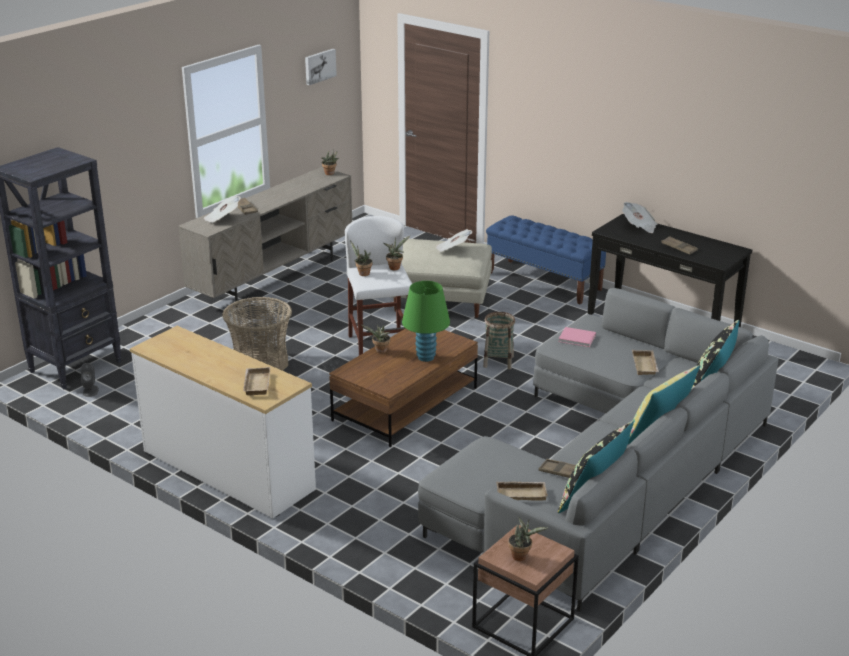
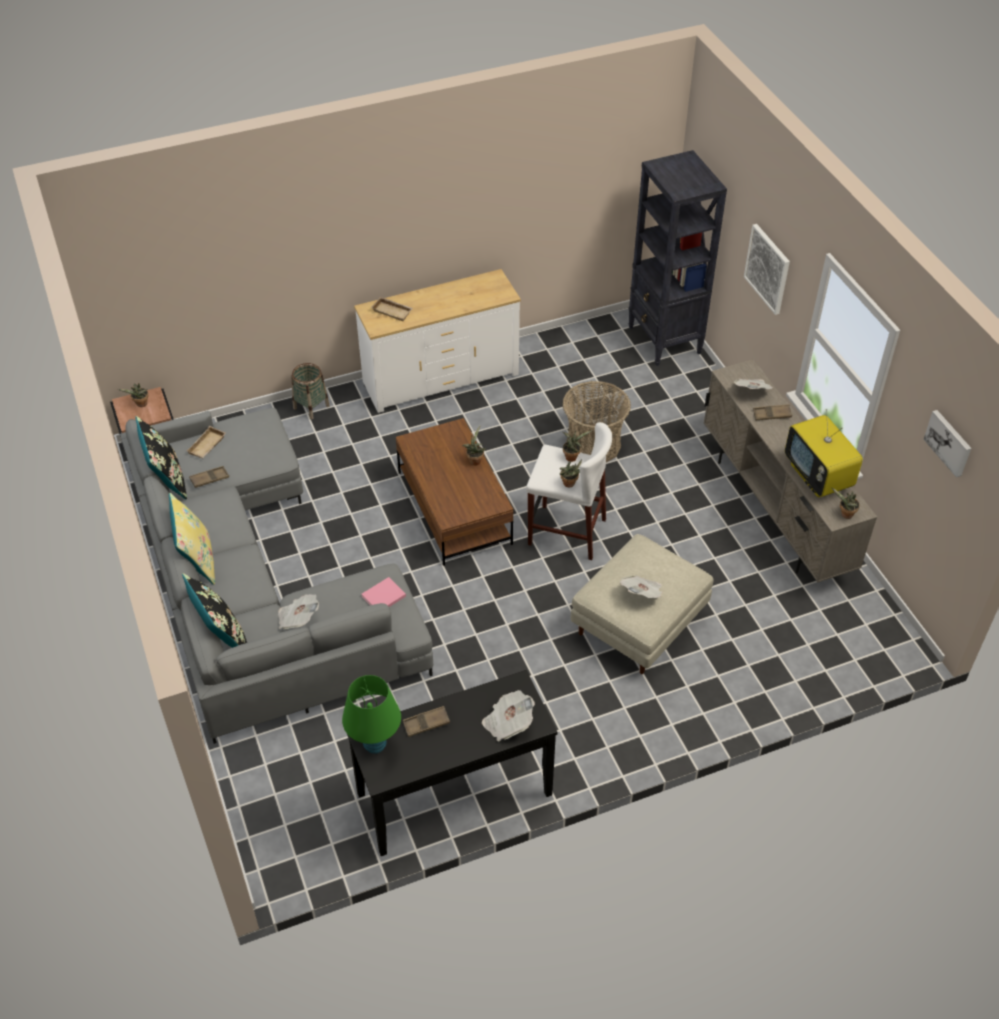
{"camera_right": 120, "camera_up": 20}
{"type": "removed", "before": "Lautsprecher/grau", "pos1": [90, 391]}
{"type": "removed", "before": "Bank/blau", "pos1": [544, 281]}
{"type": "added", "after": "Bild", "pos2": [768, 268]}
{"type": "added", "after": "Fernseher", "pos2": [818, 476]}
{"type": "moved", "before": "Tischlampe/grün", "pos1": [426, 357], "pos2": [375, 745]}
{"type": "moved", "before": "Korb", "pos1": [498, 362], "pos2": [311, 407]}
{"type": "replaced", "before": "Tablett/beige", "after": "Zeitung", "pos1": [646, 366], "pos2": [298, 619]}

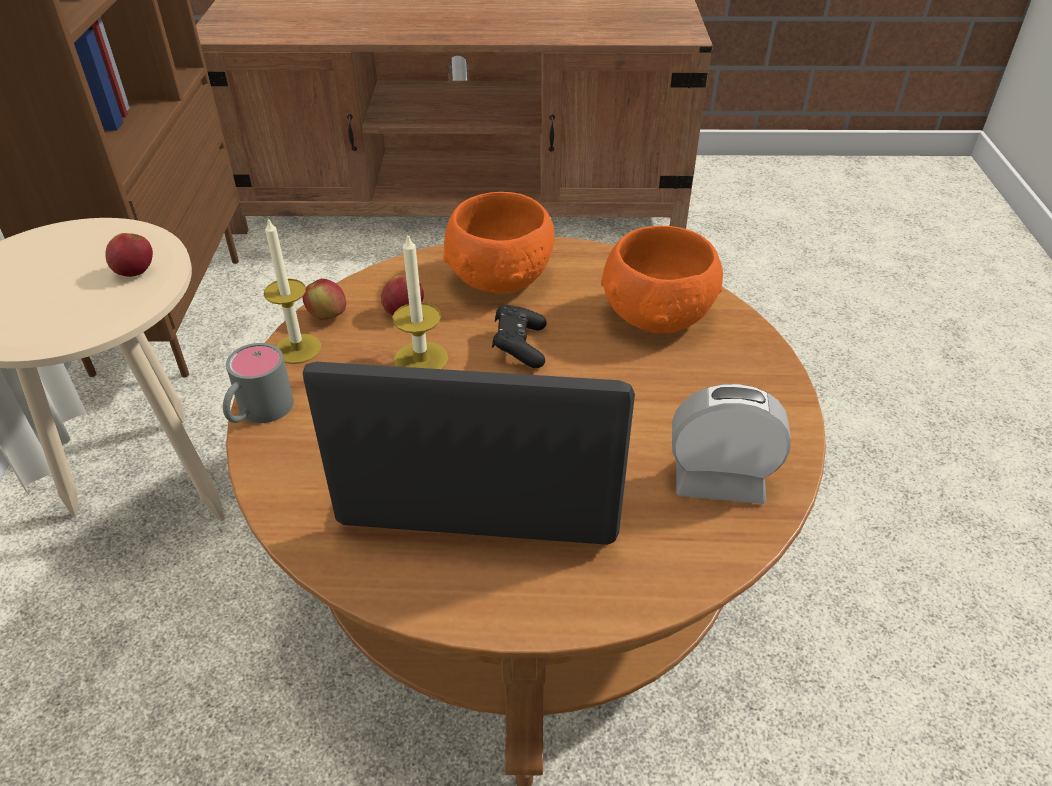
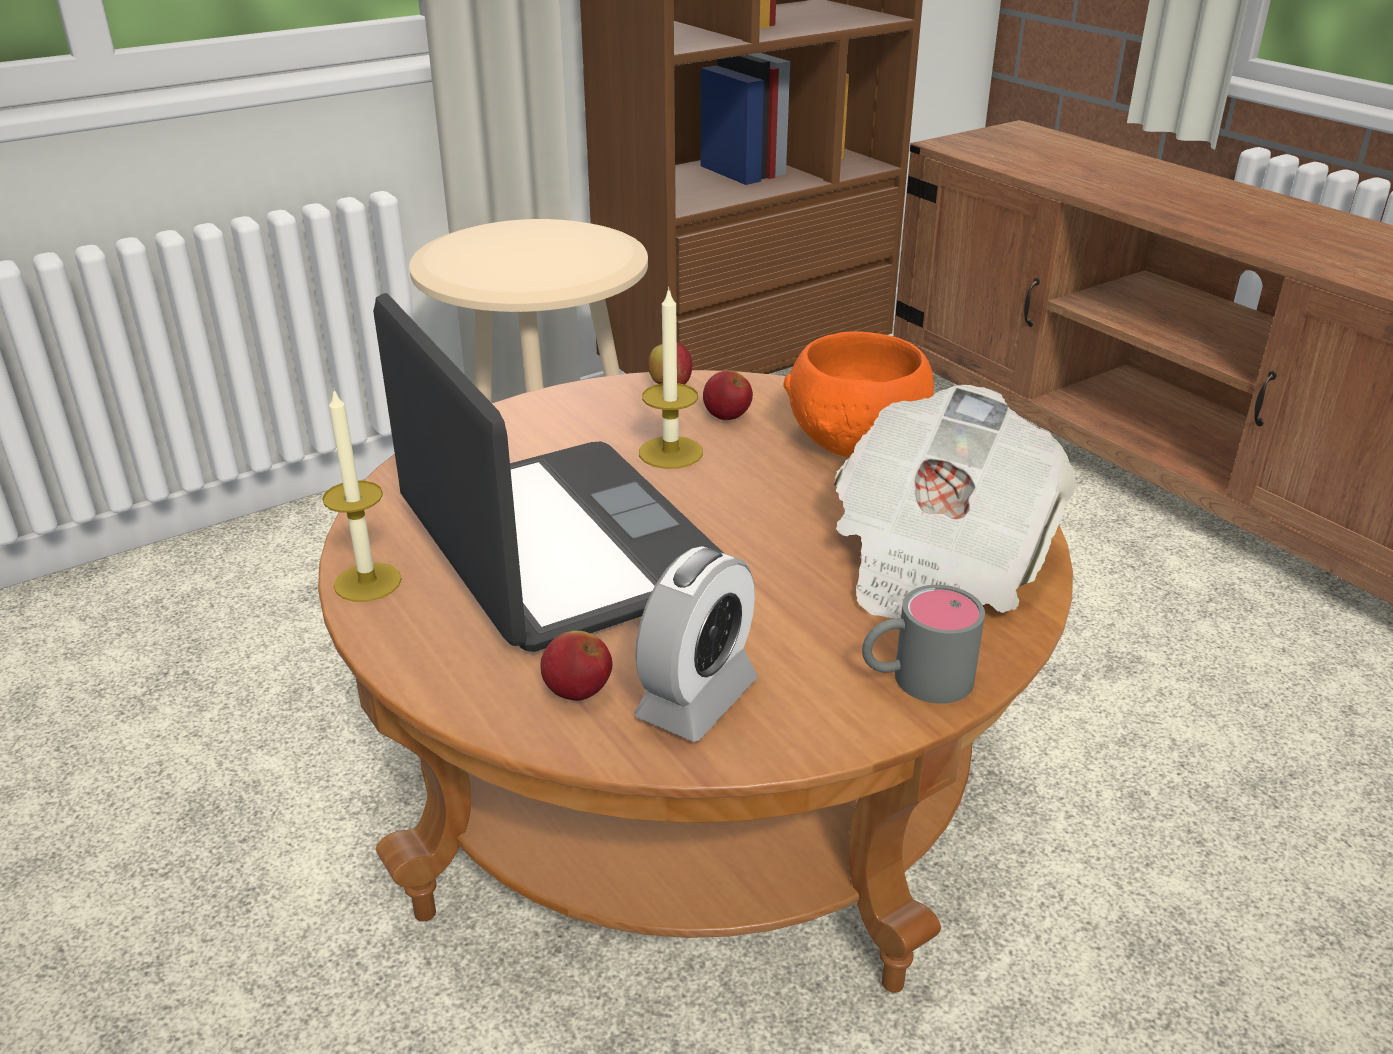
{"camera_right": 55, "camera_up": -10}
{"type": "removed", "before": "Gamepad/schwarz", "pos1": [519, 346]}
{"type": "moved", "before": "Apfel", "pos1": [135, 272], "pos2": [578, 692]}
{"type": "moved", "before": "Henkelbecher/grau", "pos1": [258, 412], "pos2": [915, 679]}
{"type": "moved", "before": "Kerze", "pos1": [298, 348], "pos2": [367, 582]}
{"type": "replaced", "before": "Schüssel/orange", "after": "Zeitung", "pos1": [658, 316], "pos2": [937, 559]}
{"type": "turned", "before": "Wecker", "pos1": [719, 482], "pos2": [697, 699], "turn": 60}

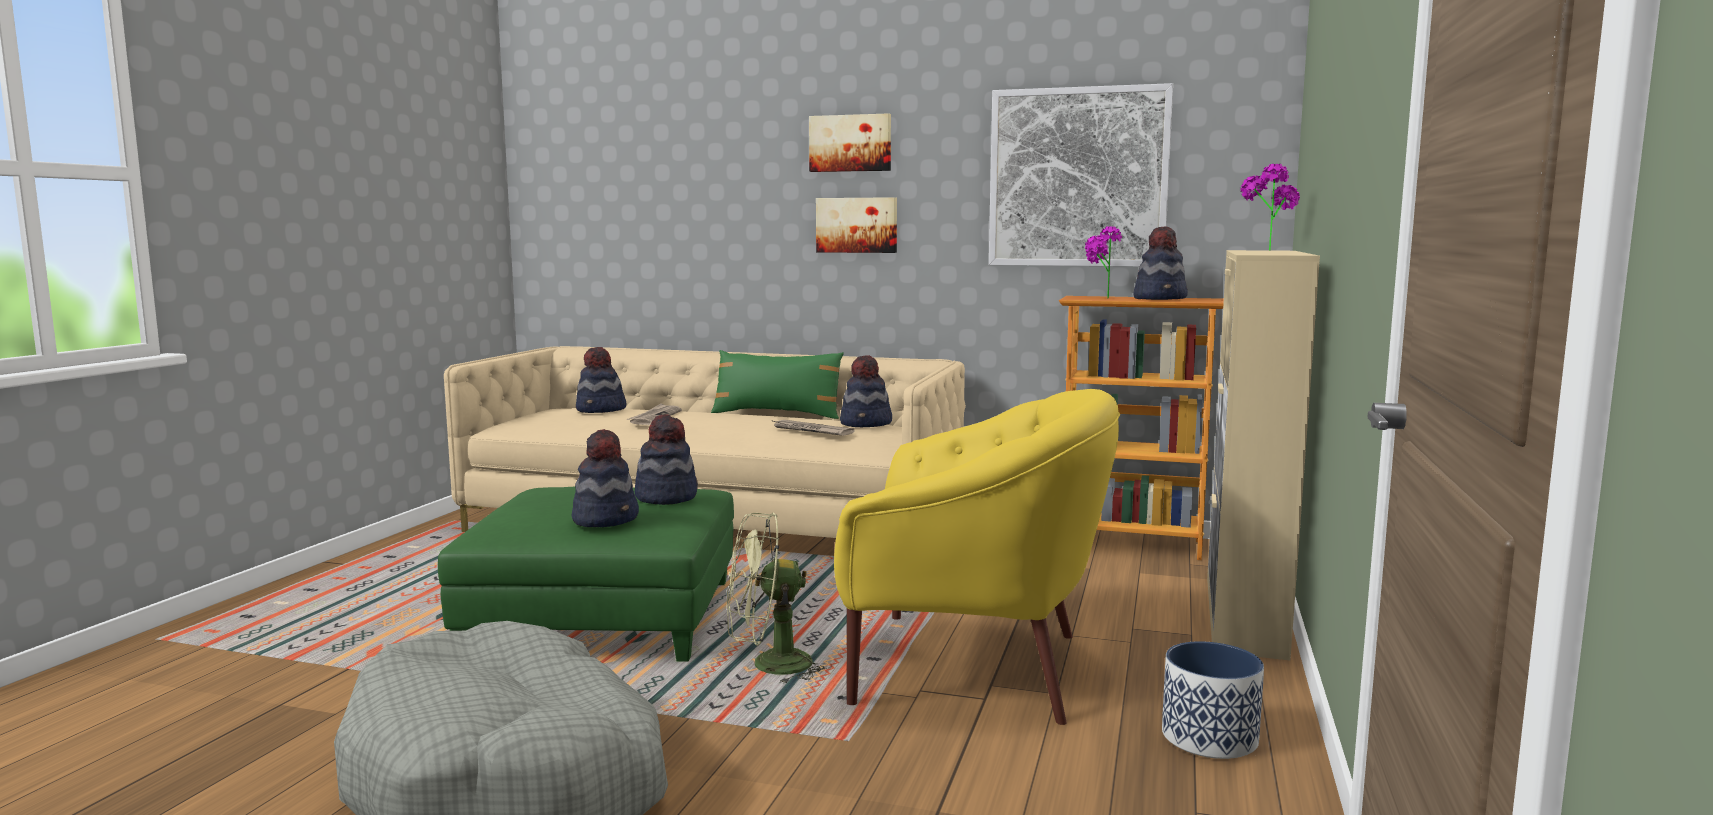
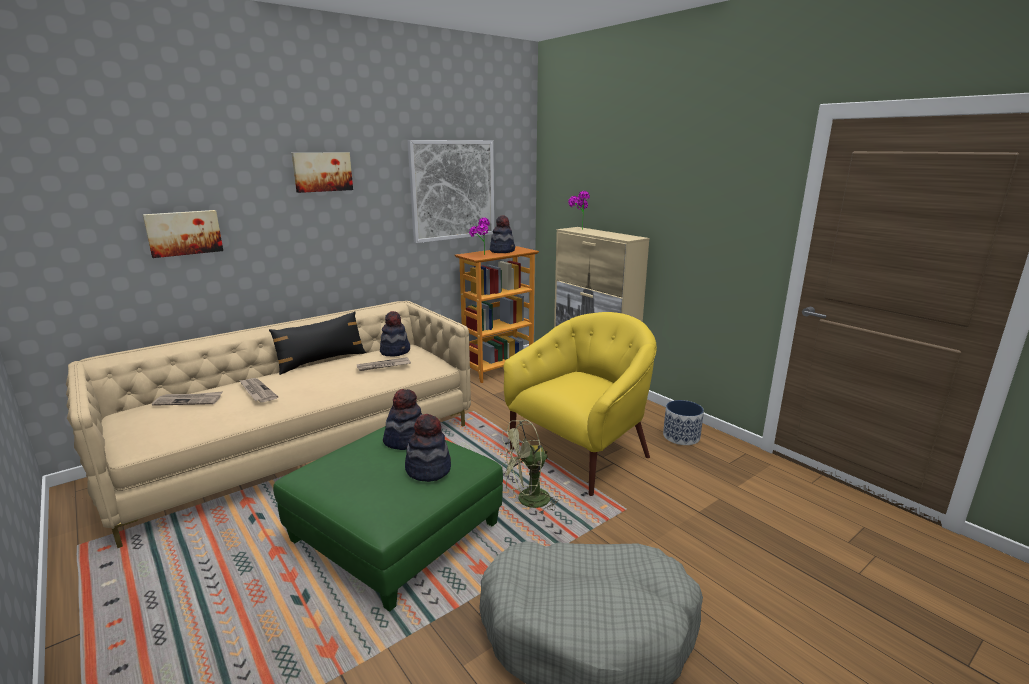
{"camera_right": -55, "camera_up": 10}
{"type": "moved", "before": "Bild", "pos1": [857, 225], "pos2": [184, 233]}
{"type": "replaced", "before": "Hut", "after": "Zeitung", "pos1": [601, 410], "pos2": [189, 400]}
{"type": "recoloured", "before": "Kissen/grün", "after": "Kissen/schwarz", "pos1": [777, 414], "pos2": [321, 361]}
{"type": "turned", "before": "Ventilator/grün", "pos1": [769, 666], "pos2": [527, 501], "turn": 45}

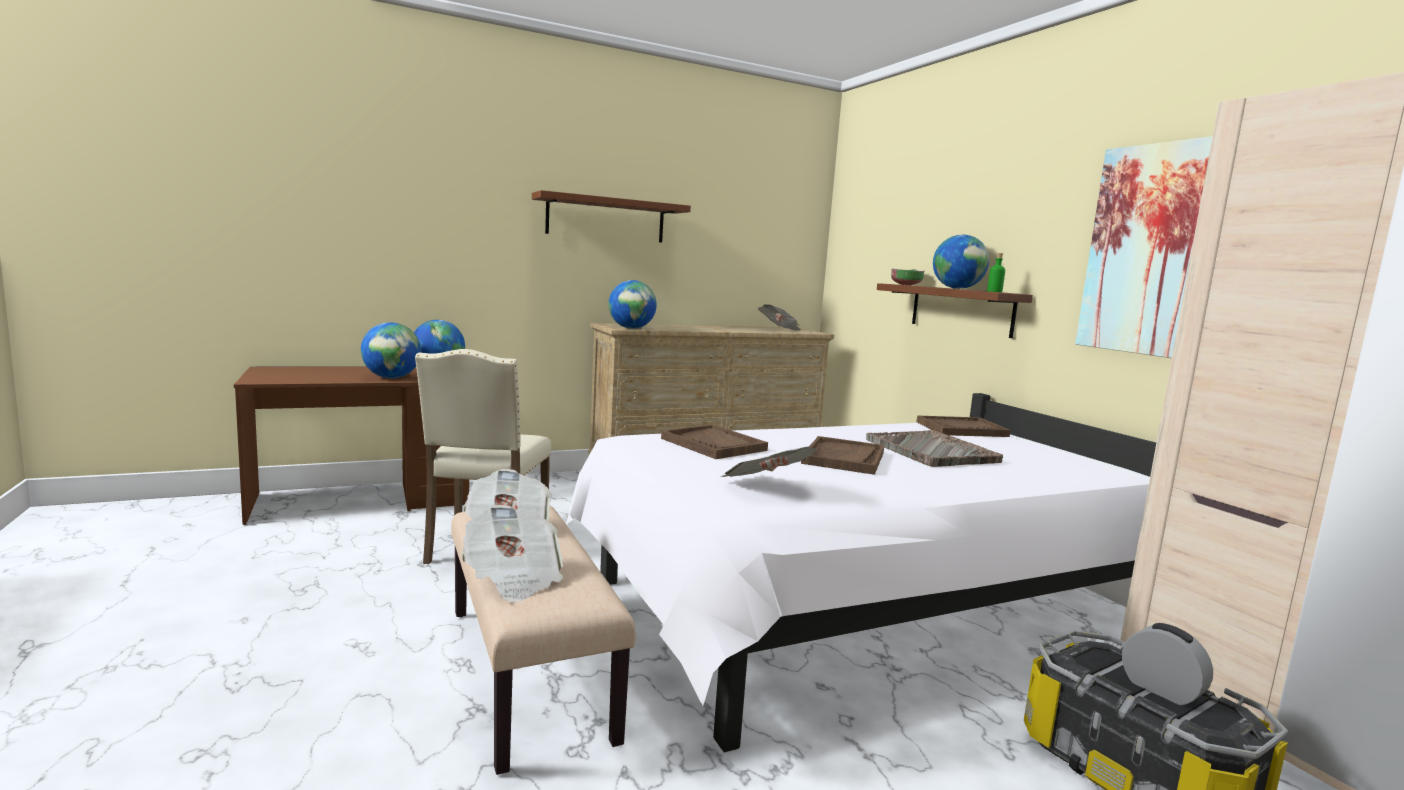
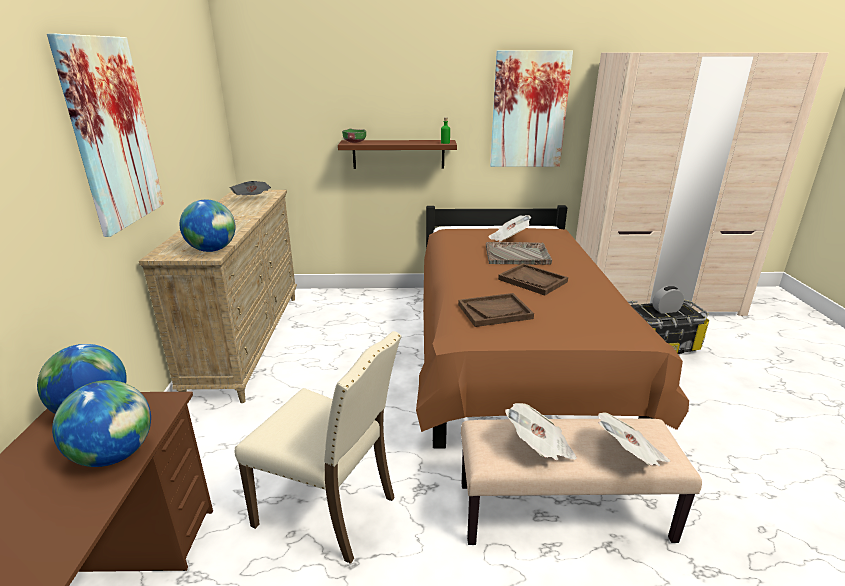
{"camera_right": -65, "camera_up": 15}
{"type": "removed", "before": "Tablett/braun", "pos1": [961, 429]}
{"type": "removed", "before": "Globus", "pos1": [957, 288]}
{"type": "moved", "before": "Zeitung", "pos1": [766, 487], "pos2": [508, 238]}
{"type": "replaced", "before": "Wandregal/braun", "after": "Bild", "pos1": [606, 219], "pos2": [112, 134]}
{"type": "recoloured", "before": "Bett/weiß", "after": "Bett/braun", "pos1": [863, 609], "pos2": [511, 354]}

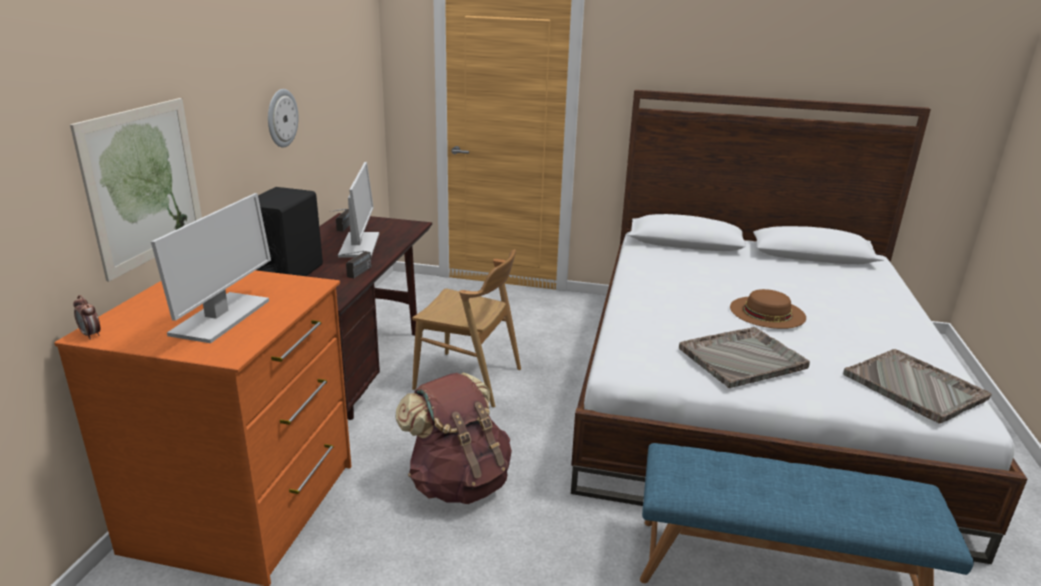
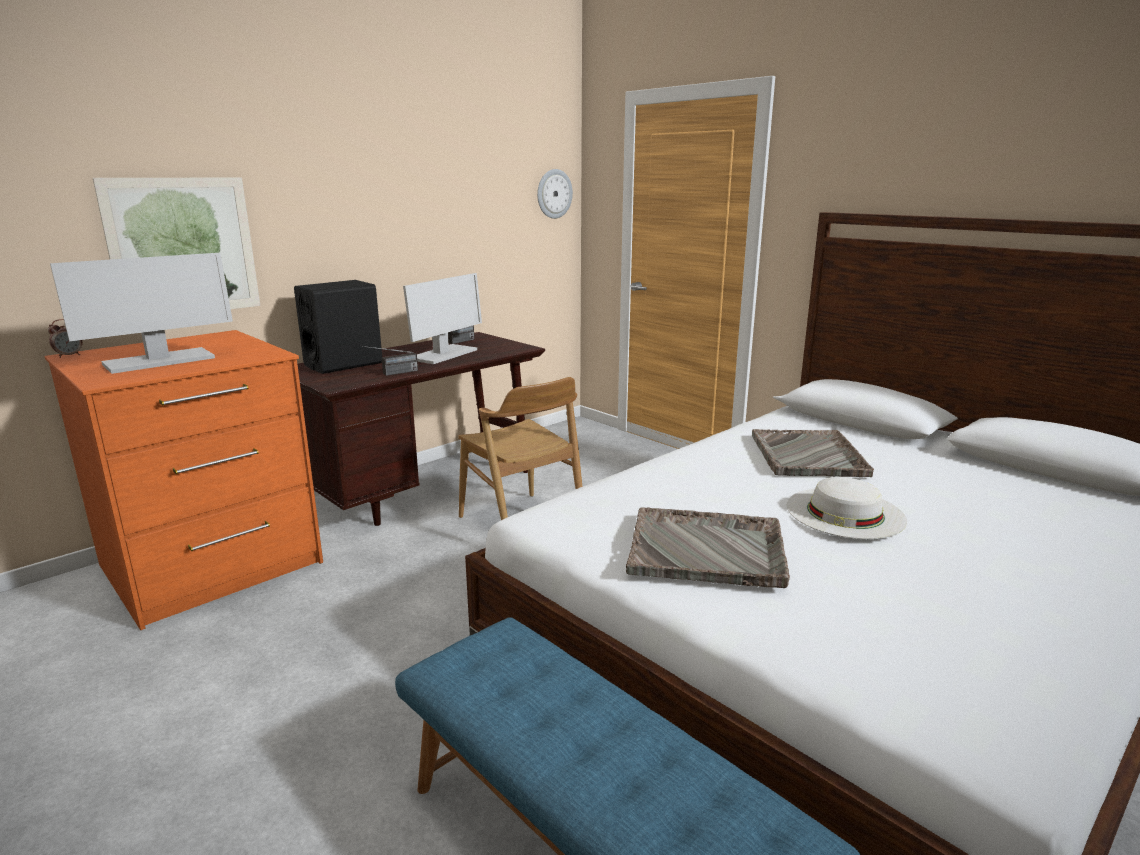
{"camera_right": 35, "camera_up": -5}
{"type": "removed", "before": "Rucksack/braun", "pos1": [458, 482]}
{"type": "moved", "before": "Wanduhr", "pos1": [281, 118], "pos2": [554, 194]}
{"type": "moved", "before": "Tablett/grau", "pos1": [915, 387], "pos2": [808, 455]}
{"type": "recoloured", "before": "Hut/braun", "after": "Hut/weiß", "pos1": [767, 312], "pos2": [845, 512]}
{"type": "turned", "before": "Wecker", "pos1": [91, 335], "pos2": [69, 356], "turn": -120}

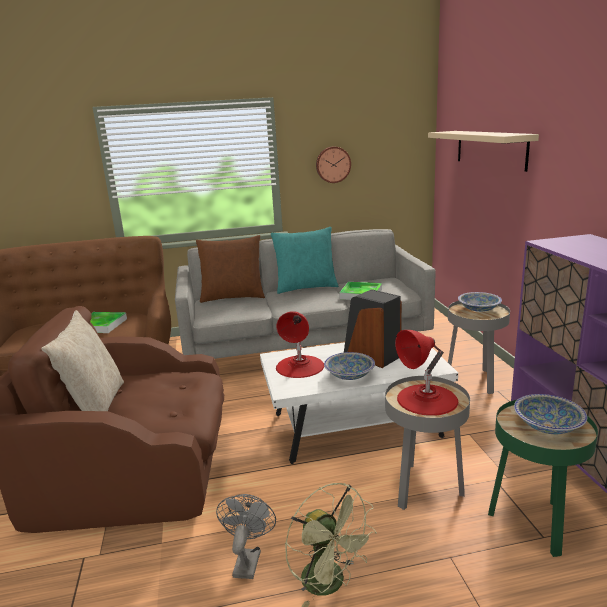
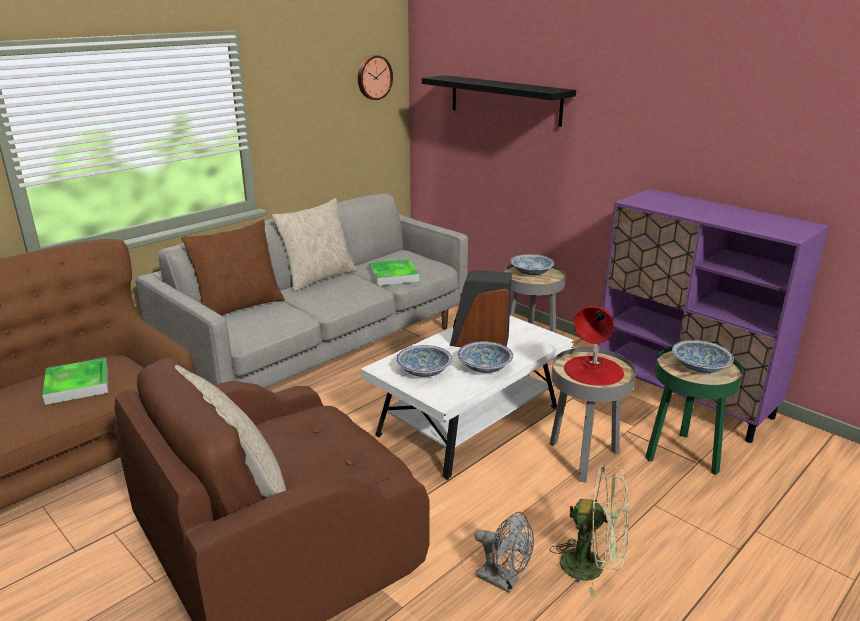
{"camera_right": -35, "camera_up": 5}
{"type": "moved", "before": "Wanduhr", "pos1": [333, 164], "pos2": [373, 77]}
{"type": "replaced", "before": "Tischlampe/rot", "after": "Schüssel", "pos1": [300, 366], "pos2": [424, 371]}
{"type": "recoloured", "before": "Kissen/türkis", "after": "Kissen/beige", "pos1": [306, 287], "pos2": [318, 278]}
{"type": "recoloured", "before": "Wandregal/beige", "after": "Wandregal/schwarz", "pos1": [490, 149], "pos2": [504, 100]}
{"type": "turned", "before": "Ventilator/grau", "pos1": [248, 559], "pos2": [504, 581], "turn": 150}

